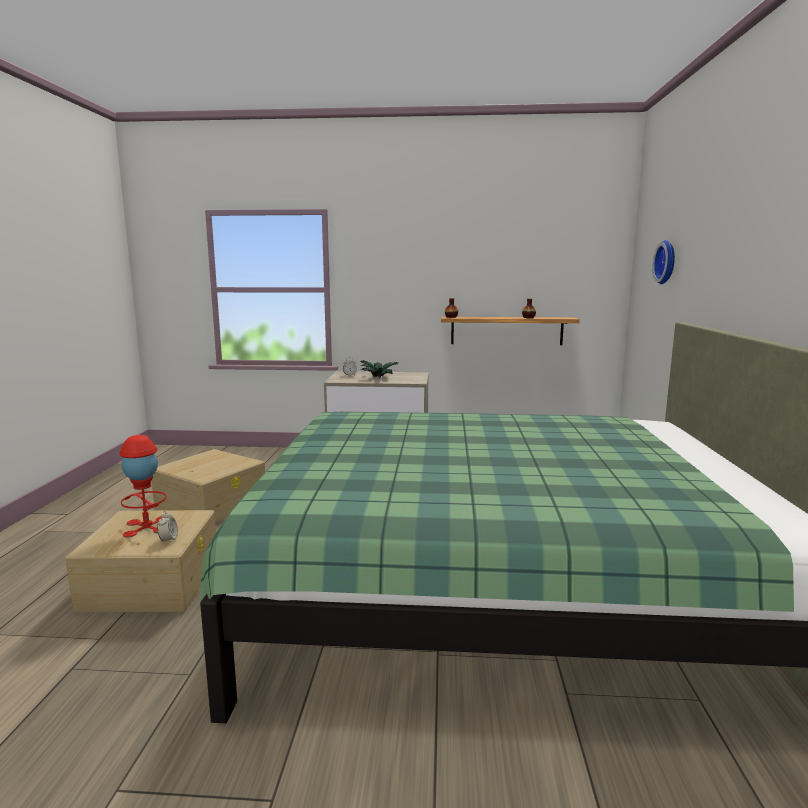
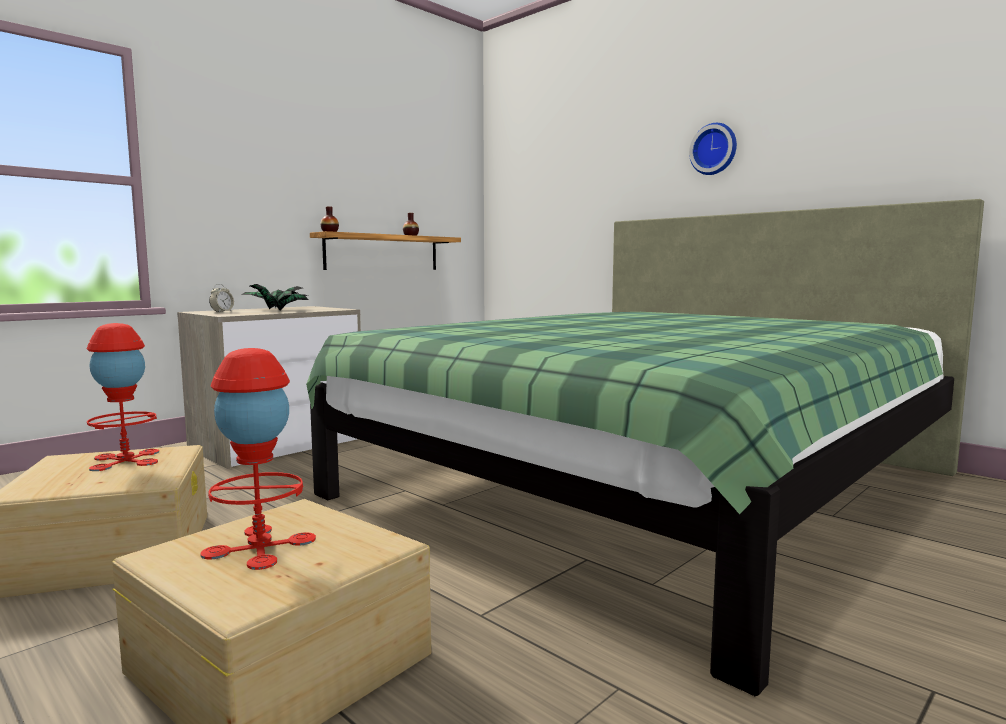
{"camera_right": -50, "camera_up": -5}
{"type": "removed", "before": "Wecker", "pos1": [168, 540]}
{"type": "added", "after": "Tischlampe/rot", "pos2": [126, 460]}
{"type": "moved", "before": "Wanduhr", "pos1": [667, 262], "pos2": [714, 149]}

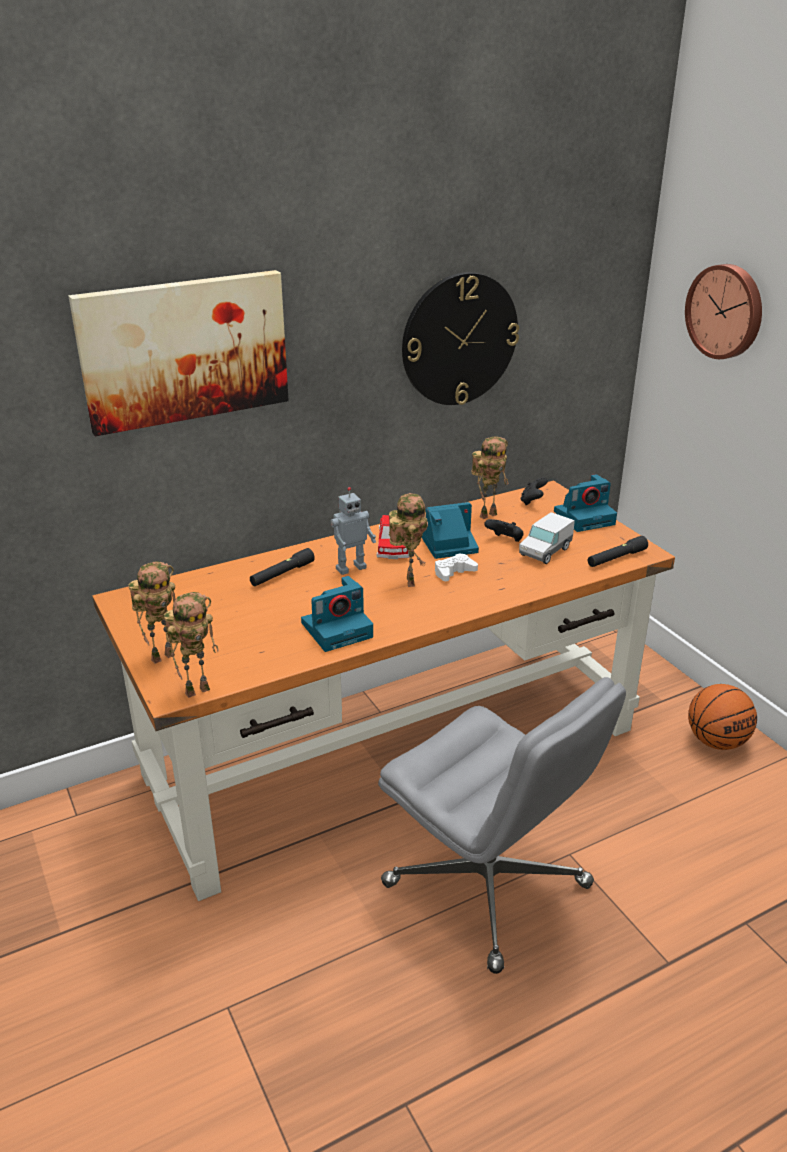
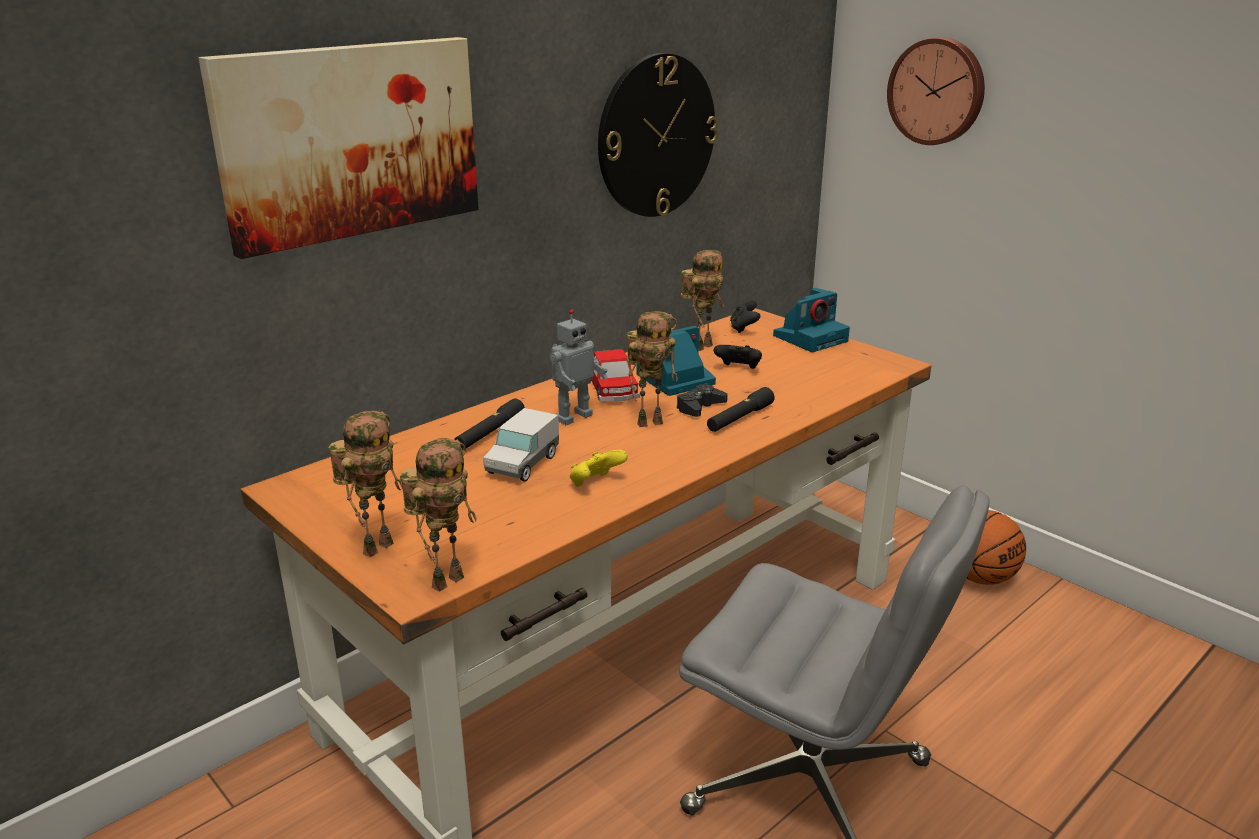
{"camera_right": -15, "camera_up": -5}
{"type": "moved", "before": "Spielzeuglaster", "pos1": [545, 552], "pos2": [523, 464]}
{"type": "moved", "before": "Taschenlampe/schwarz", "pos1": [616, 558], "pos2": [739, 418]}
{"type": "replaced", "before": "Kamera", "after": "Gamepad/gelb", "pos1": [338, 629], "pos2": [595, 484]}
{"type": "recoloured", "before": "Gamepad/weiß", "after": "Gamepad/schwarz", "pos1": [454, 572], "pos2": [700, 407]}
{"type": "turned", "before": "Spielzeugroboter", "pos1": [407, 581], "pos2": [650, 422], "turn": 90}

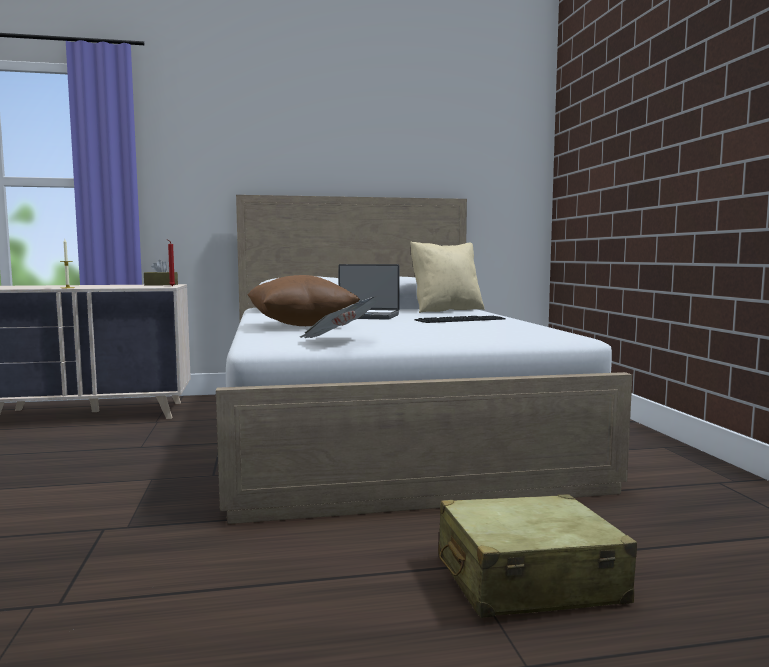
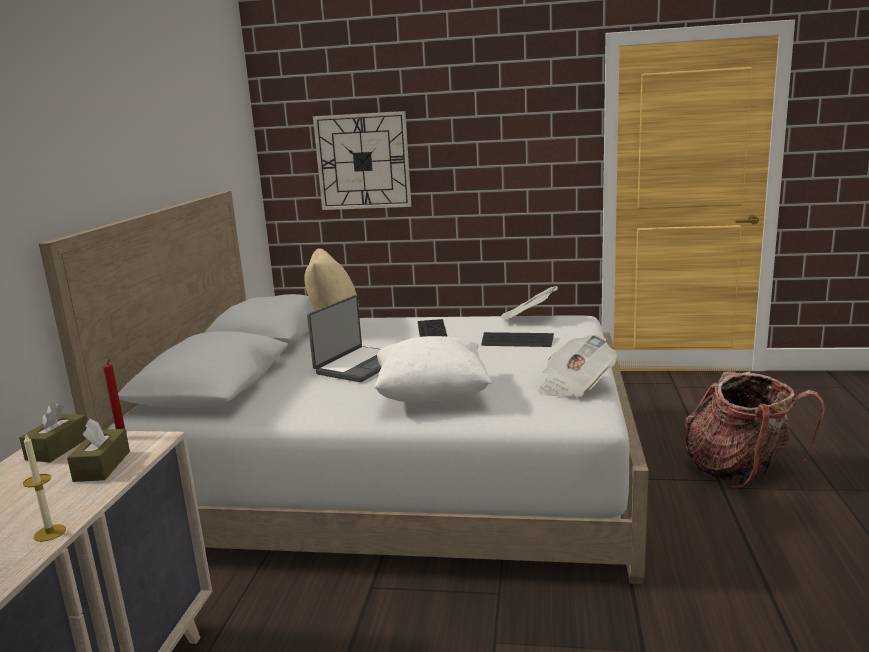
{"camera_right": -70, "camera_up": 10}
{"type": "added", "after": "Taschentuchbox/braun", "pos2": [102, 466]}
{"type": "added", "after": "Wanduhr", "pos2": [363, 161]}
{"type": "added", "after": "Tastatur", "pos2": [517, 341]}
{"type": "added", "after": "Zeitung", "pos2": [527, 319]}
{"type": "replaced", "before": "Koffer/beige", "after": "Rucksack", "pos1": [527, 580], "pos2": [740, 470]}
{"type": "recoloured", "before": "Kissen/braun", "after": "Kissen/weiß", "pos1": [301, 325], "pos2": [432, 396]}

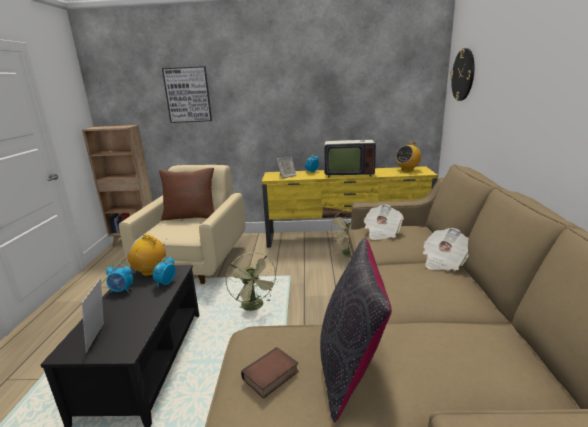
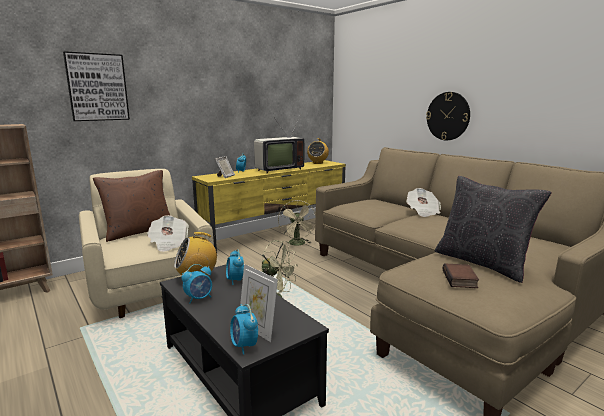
{"camera_right": -40, "camera_up": -5}
{"type": "added", "after": "Wecker", "pos2": [244, 346]}
{"type": "moved", "before": "Zeitung", "pos1": [381, 232], "pos2": [169, 244]}
{"type": "moved", "before": "Wanduhr", "pos1": [463, 75], "pos2": [448, 116]}

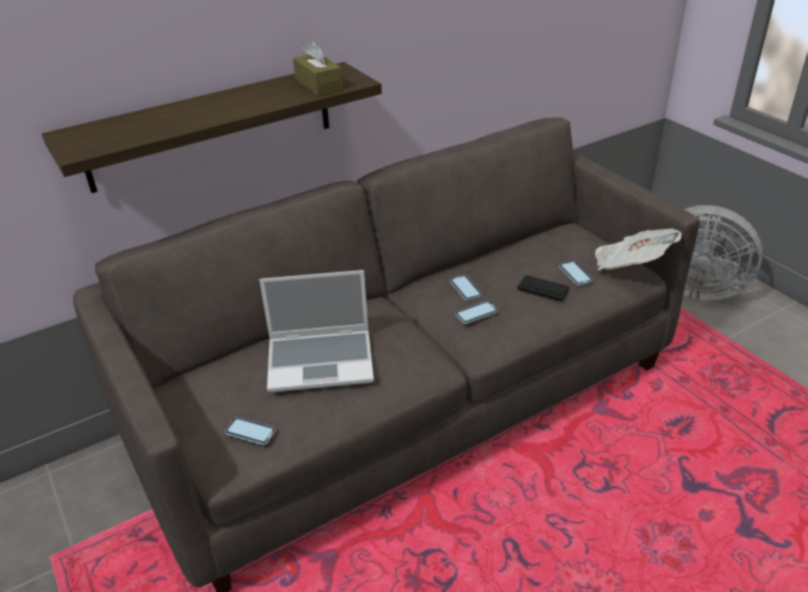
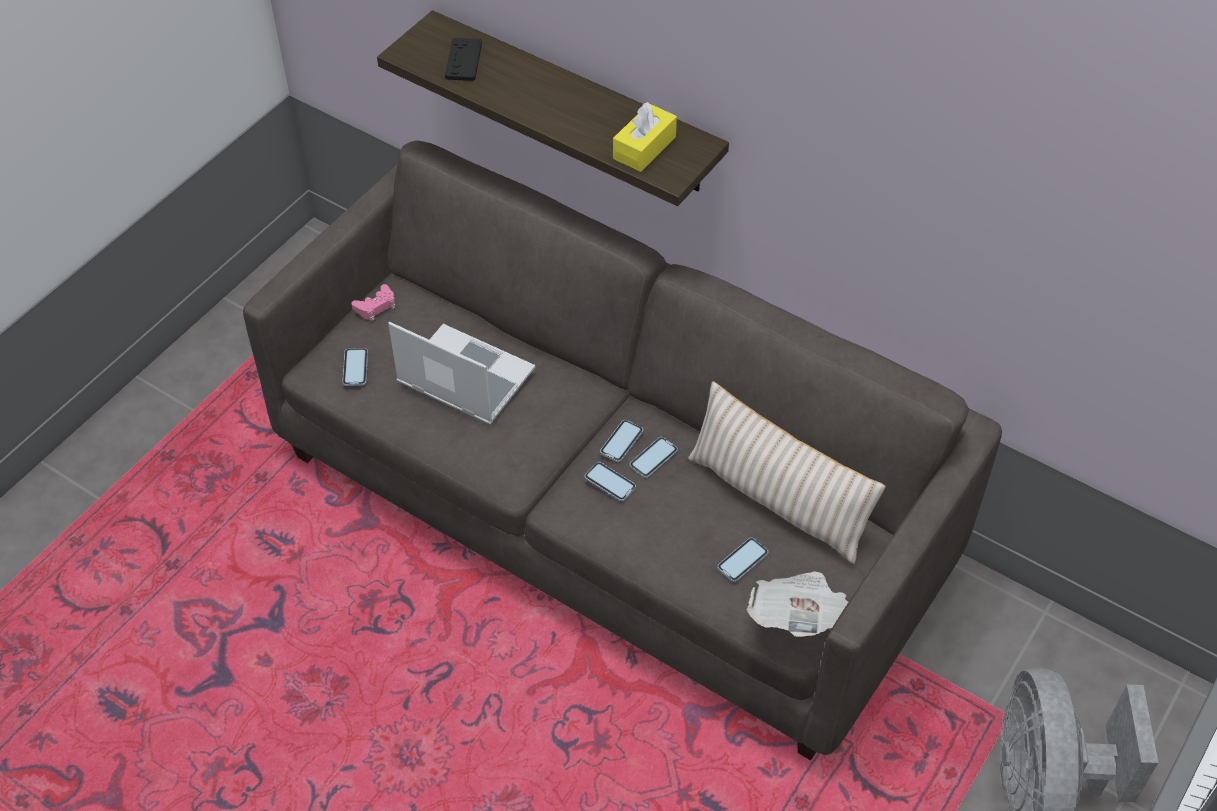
{"camera_right": 65, "camera_up": 15}
{"type": "added", "after": "Gamepad/rosa", "pos2": [376, 306]}
{"type": "added", "after": "Handy", "pos2": [621, 442]}
{"type": "added", "after": "Kissen/beige", "pos2": [777, 499]}
{"type": "moved", "before": "Gamepad/schwarz", "pos1": [543, 289], "pos2": [463, 60]}
{"type": "recoloured", "before": "Taschentuchbox/braun", "after": "Taschentuchbox/gelb", "pos1": [318, 84], "pos2": [644, 147]}
{"type": "turned", "before": "Laptop", "pos1": [322, 361], "pos2": [463, 378], "turn": 150}

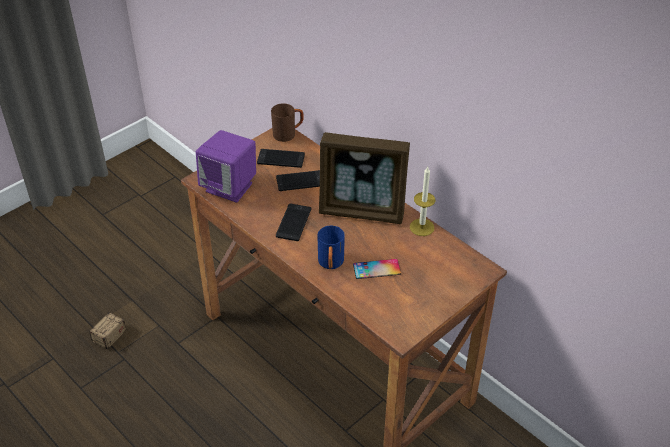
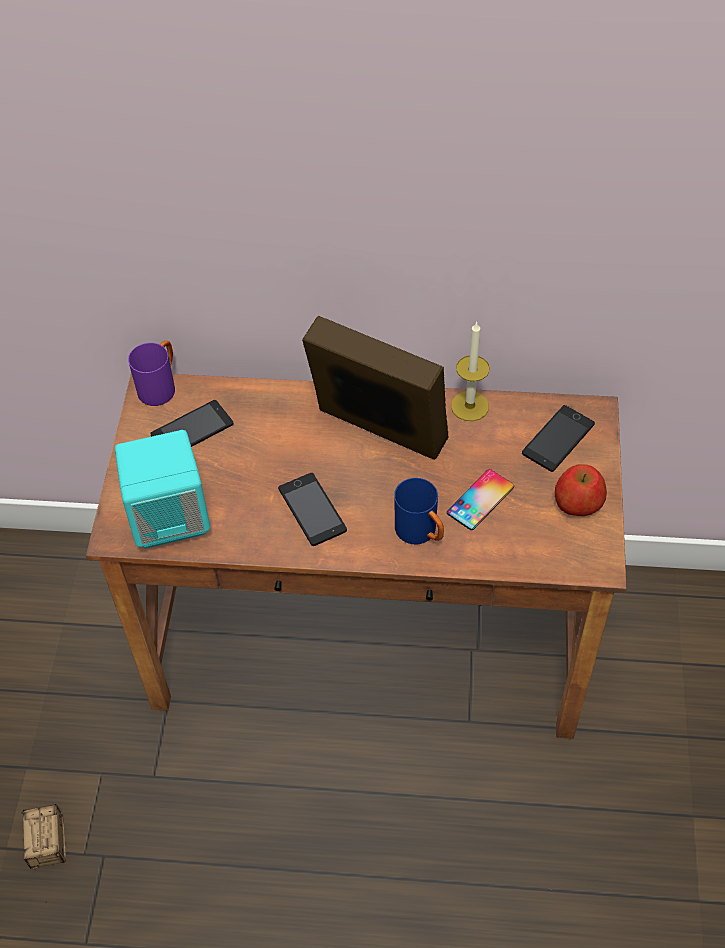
{"camera_right": -40, "camera_up": 10}
{"type": "added", "after": "Apfel", "pos2": [577, 503]}
{"type": "moved", "before": "Handy", "pos1": [300, 181], "pos2": [558, 439]}
{"type": "recoloured", "before": "Lautsprecher/lila", "after": "Lautsprecher/türkis", "pos1": [230, 187], "pos2": [170, 518]}
{"type": "recoloured", "before": "Henkelbecher/braun", "after": "Henkelbecher/lila", "pos1": [288, 134], "pos2": [160, 386]}
{"type": "turned", "before": "Bilderrahmen", "pos1": [362, 210], "pos2": [377, 432], "turn": -120}

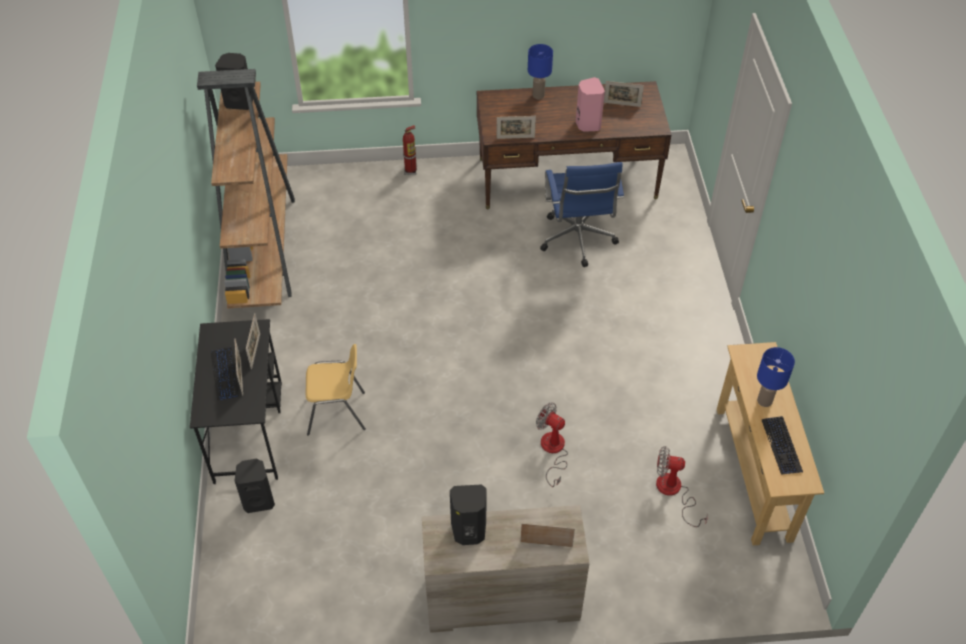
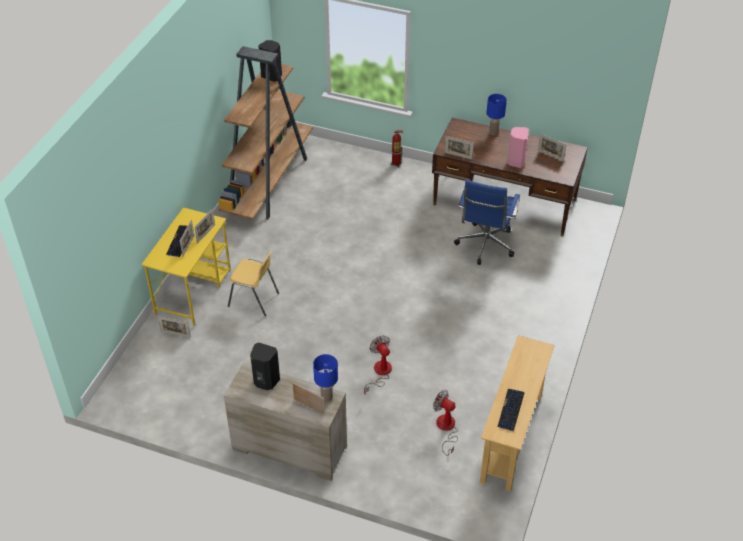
{"camera_right": 25, "camera_up": -5}
{"type": "moved", "before": "Tischlampe/blau", "pos1": [764, 400], "pos2": [327, 397]}
{"type": "replaced", "before": "Lautsprecher/schwarz", "after": "Bilderrahmen", "pos1": [259, 500], "pos2": [175, 334]}
{"type": "recoloured", "before": "Schreibtisch/schwarz", "after": "Schreibtisch/gelb", "pos1": [248, 430], "pos2": [193, 291]}

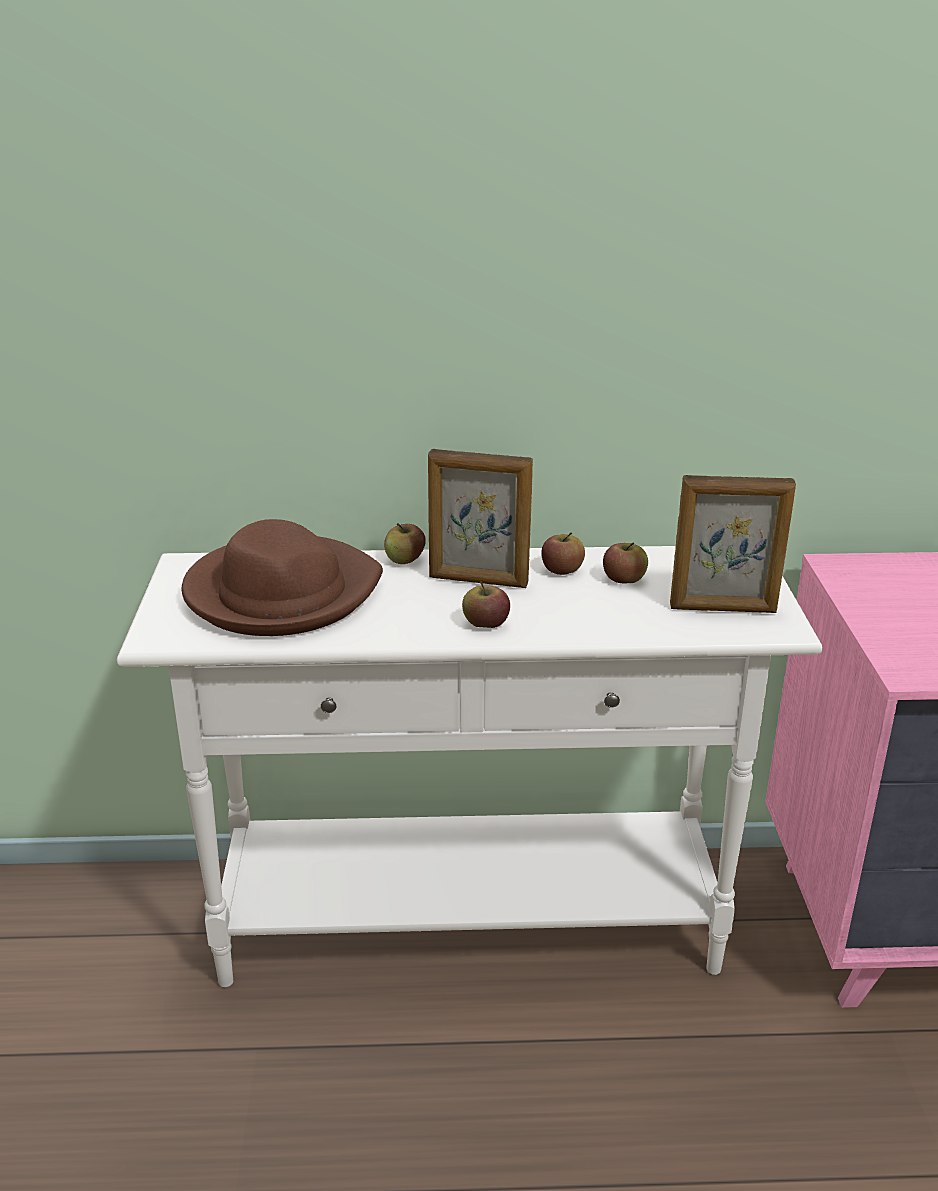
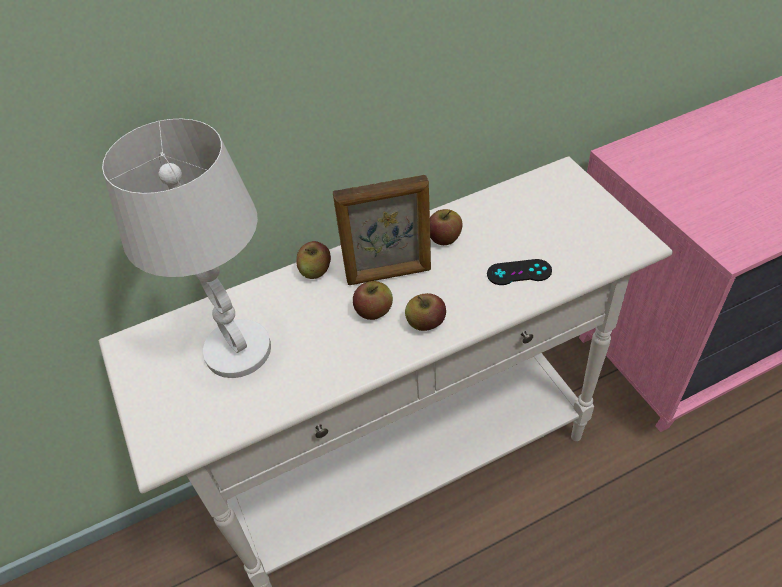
{"camera_right": -20, "camera_up": 20}
{"type": "removed", "before": "Bilderrahmen", "pos1": [723, 609]}
{"type": "added", "after": "Gamepad/schwarz", "pos2": [519, 272]}
{"type": "moved", "before": "Apfel", "pos1": [624, 579], "pos2": [374, 311]}
{"type": "replaced", "before": "Hut/braun", "after": "Tischlampe/weiß", "pos1": [281, 592], "pos2": [237, 350]}

